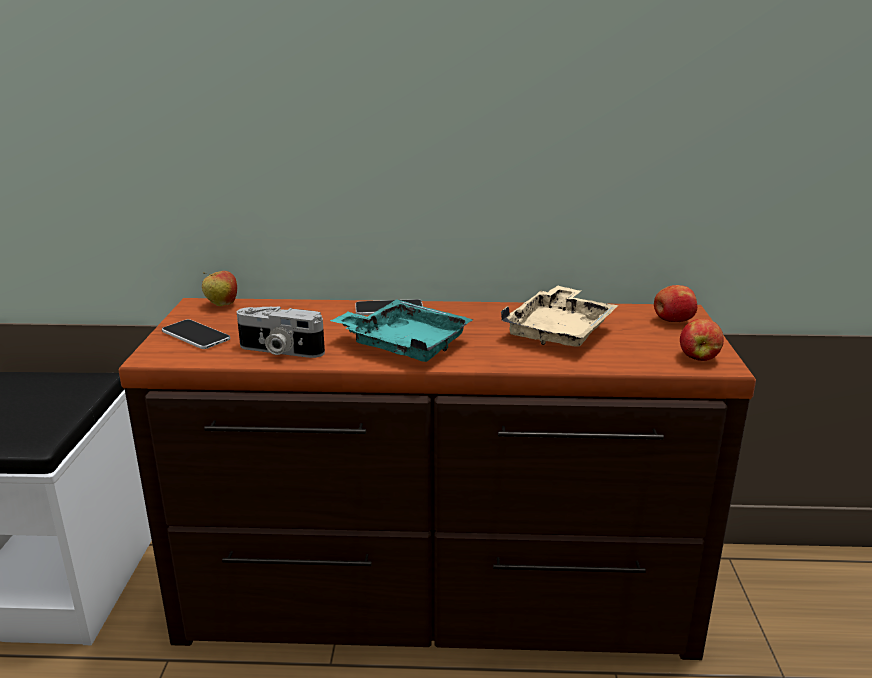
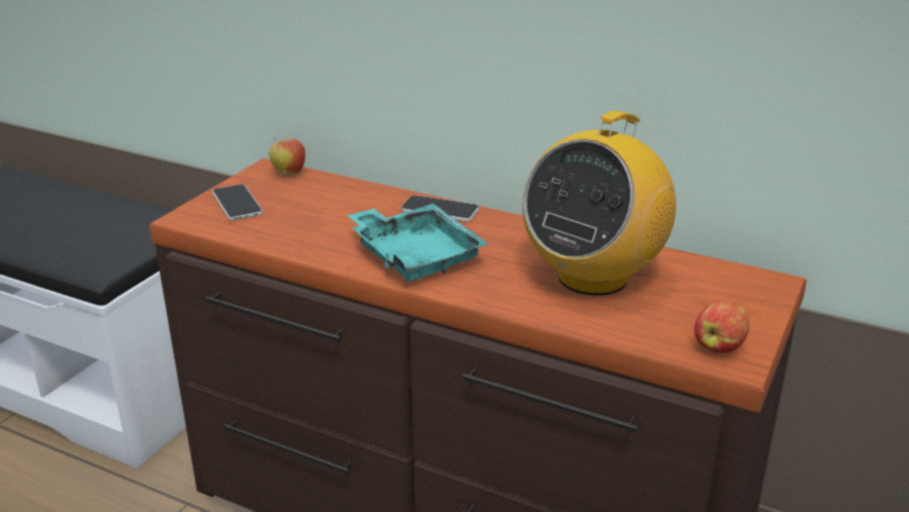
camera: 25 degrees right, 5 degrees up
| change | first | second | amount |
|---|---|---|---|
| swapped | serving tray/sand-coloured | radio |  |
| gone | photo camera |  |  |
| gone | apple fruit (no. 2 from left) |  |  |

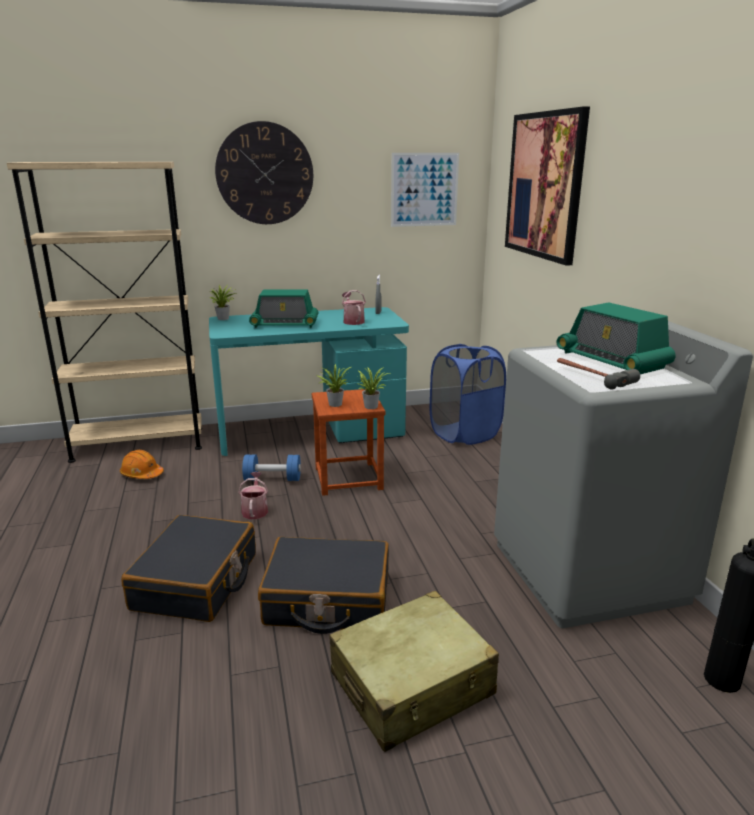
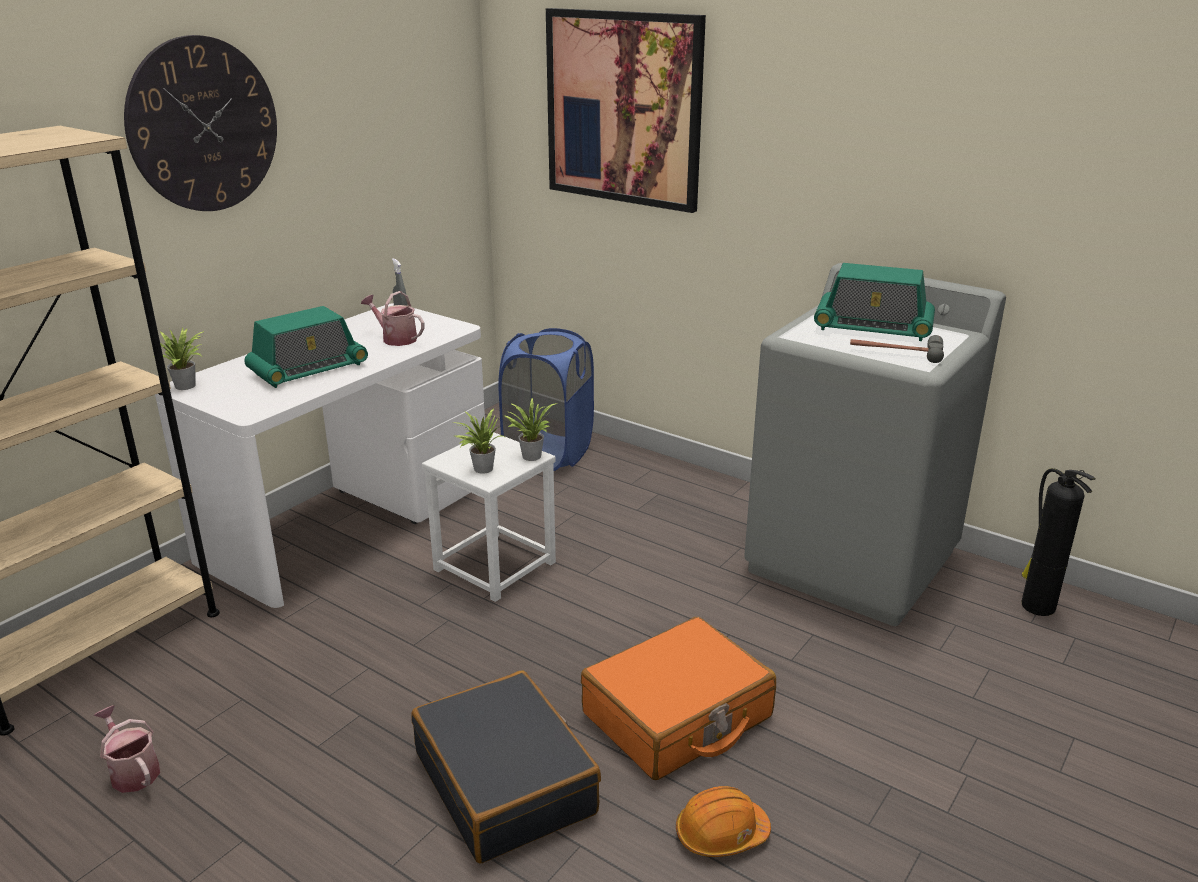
camera: 40 degrees left, 5 degrees up
| change | first | second | amount |
|---|---|---|---|
| shifted | sprinkling can (no. 1 from left) |  |  |
| repainted | desk unit/blue-green | desk unit/white |  |
| repainted | stool seat/brown | stool seat/white |  |
| repainted | travel case/black-coloured (no. 2 from left) | travel case/orange-coloured |  |
| shifted | hard hat/orange-coloured |  |  |
| gone | dumbbell/blue |  |  |
| gone | travel case/sand-coloured |  |  |
| gone | wall art (no. 1 from left) |  |  |

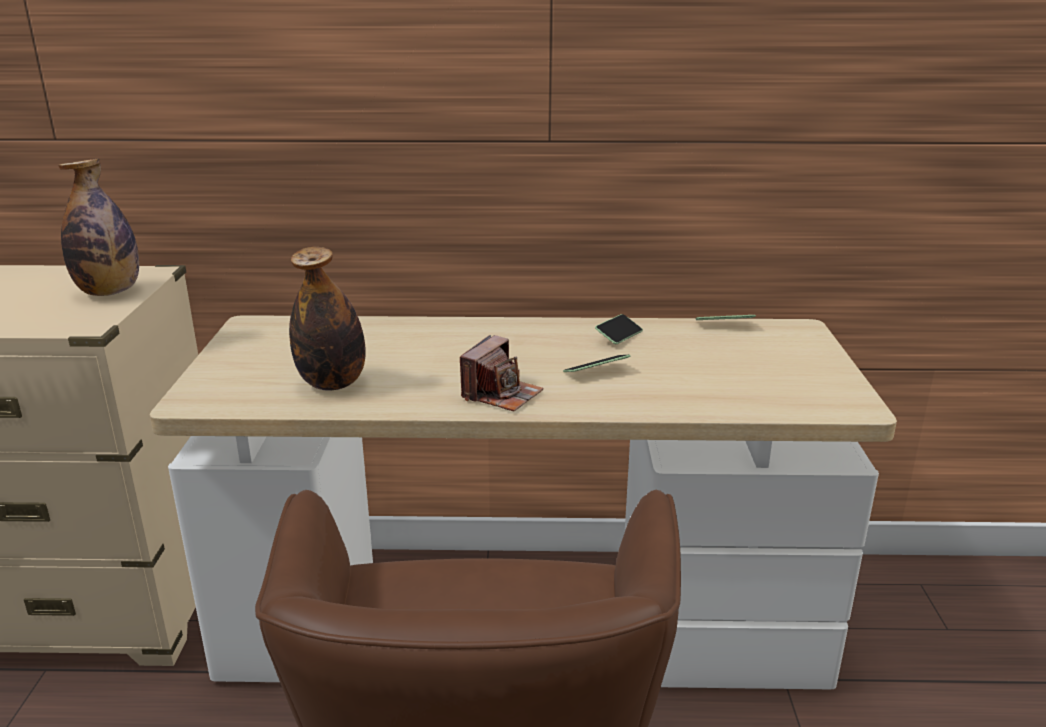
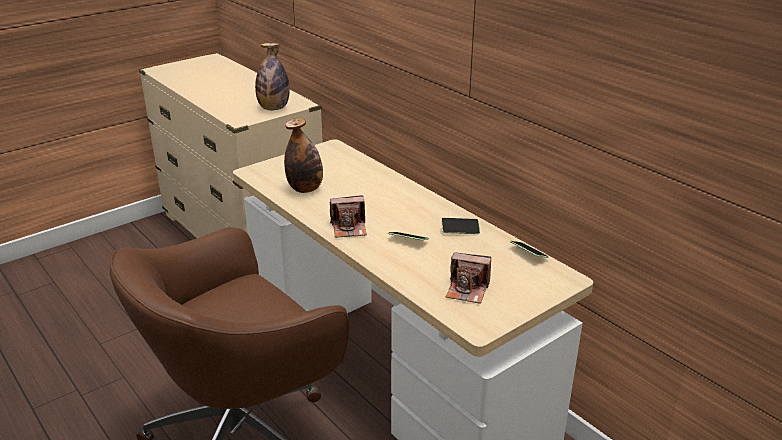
camera: 50 degrees right, 5 degrees up
| change | first | second | amount |
|---|---|---|---|
| new |  | photo camera (no. 2 from left) |  |

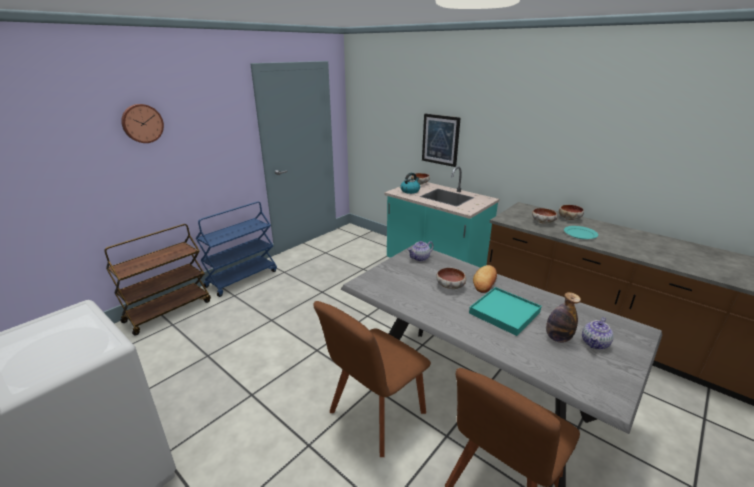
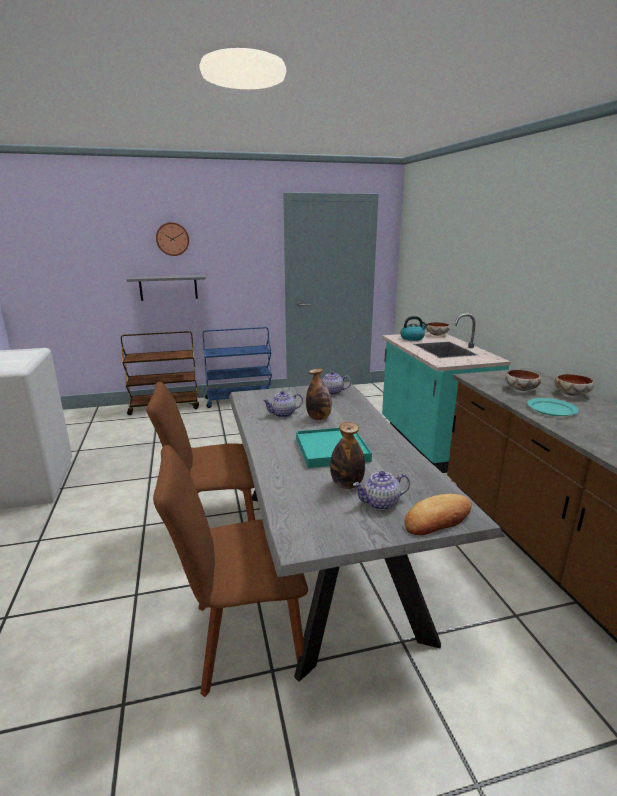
camera: 35 degrees right, 5 degrees down
| change | first | second | amount |
|---|---|---|---|
| new |  | shelf/gray |  |
| new |  | pot for tea (no. 1 from left) |  |
| swapped | serving bowl (no. 2 from left) | drink bottle (no. 1 from left) |  |
| shifted | bakery bread |  |  |
| gone | wall art |  |  |

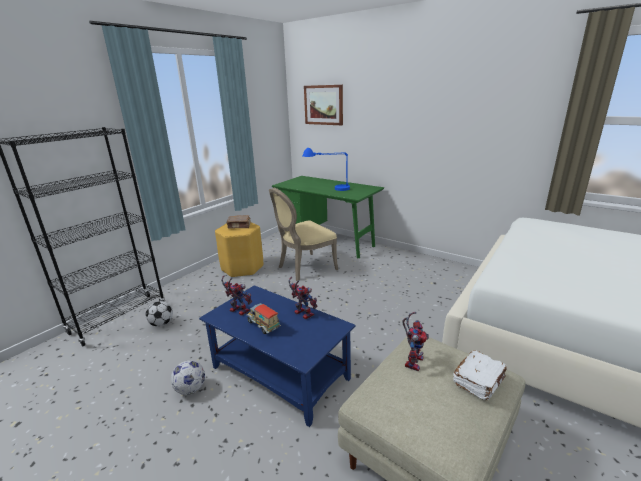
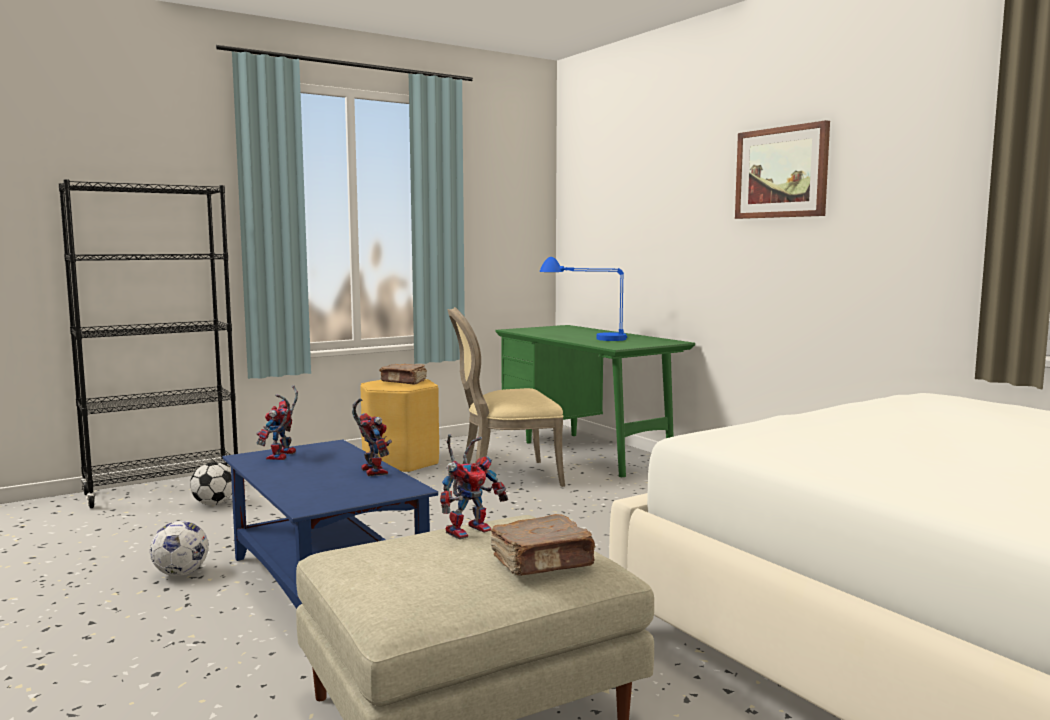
camera: 20 degrees right, 15 degrees down
| change | first | second | amount |
|---|---|---|---|
| rotated | model robot (no. 1 from left) |  | 135 degrees counterclockwise |
| repainted | book/white | book/brown (no. 2 from left) |  |
| shifted | wall art |  |  |
| gone | model truck |  |  |

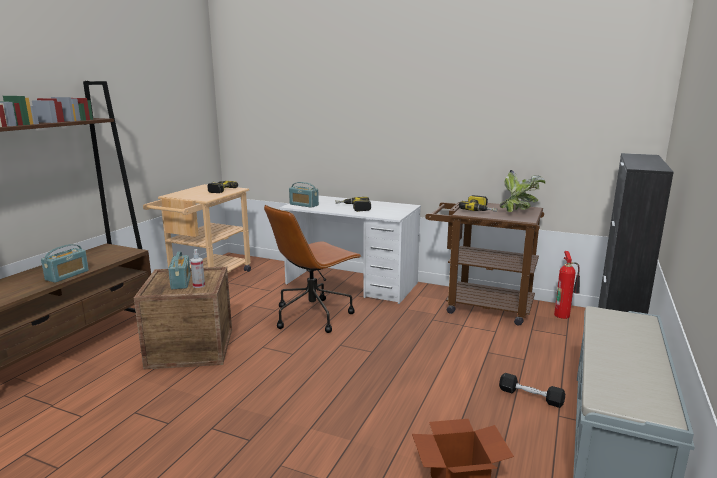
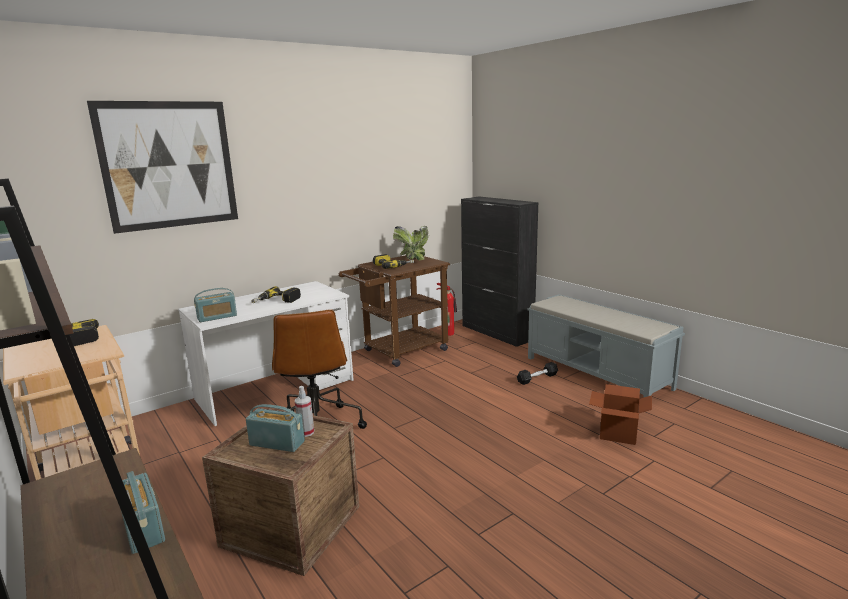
camera: 60 degrees left, 0 degrees up
| change | first | second | amount |
|---|---|---|---|
| new |  | wall art |  |

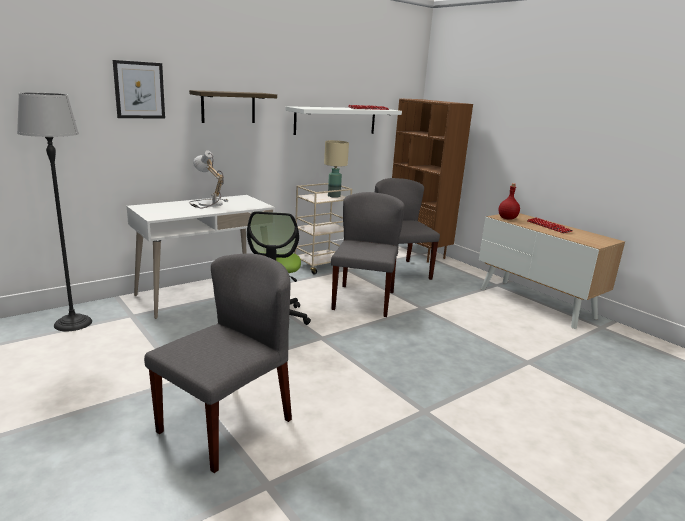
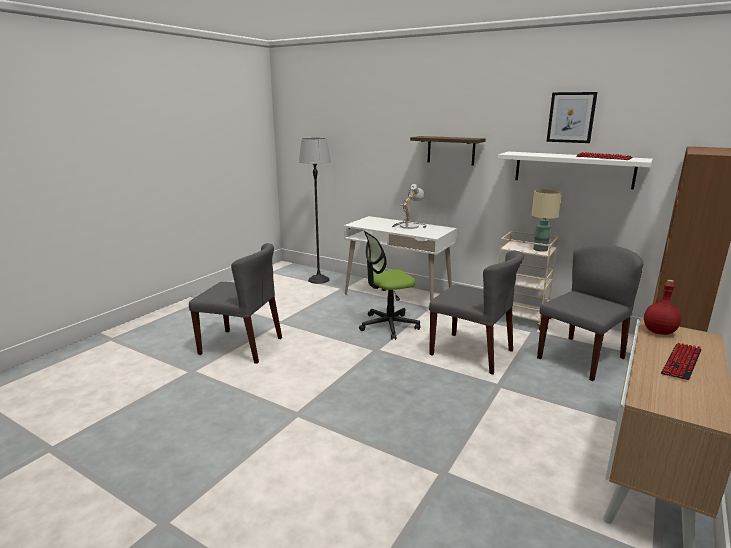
camera: 70 degrees right, 0 degrees up
| change | first | second | amount |
|---|---|---|---|
| rotated | plain chair/gray (no. 2 from left) |  | 45 degrees clockwise |
| shifted | wall art |  |  |

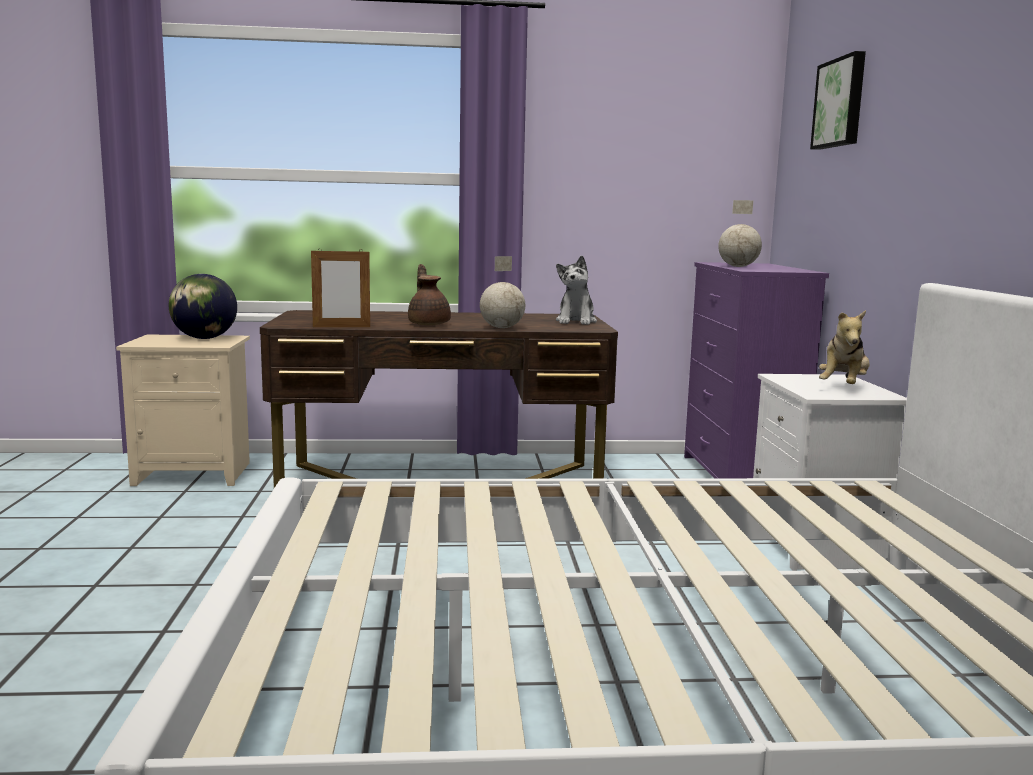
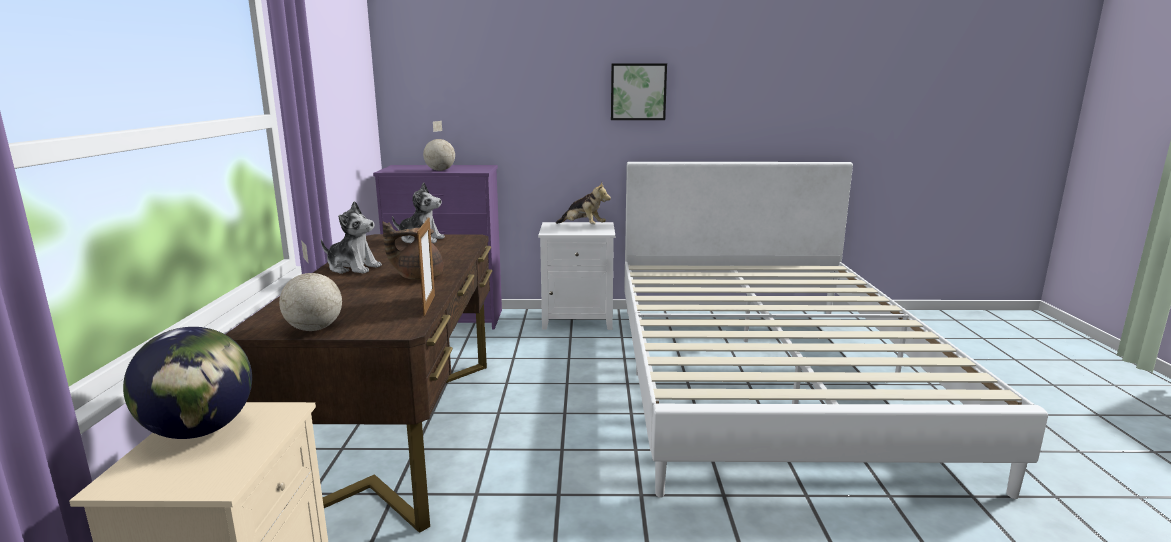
camera: 85 degrees left, 5 degrees up
| change | first | second | amount |
|---|---|---|---|
| shifted | globe (no. 2 from left) |  |  |
| new |  | soft toy (no. 1 from left) |  |
| shifted | wall art |  |  |

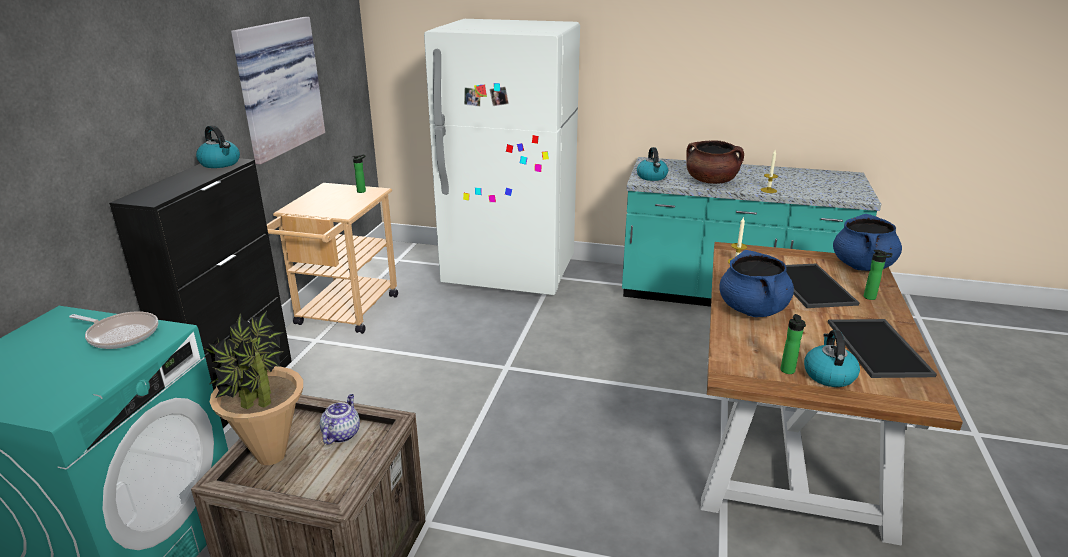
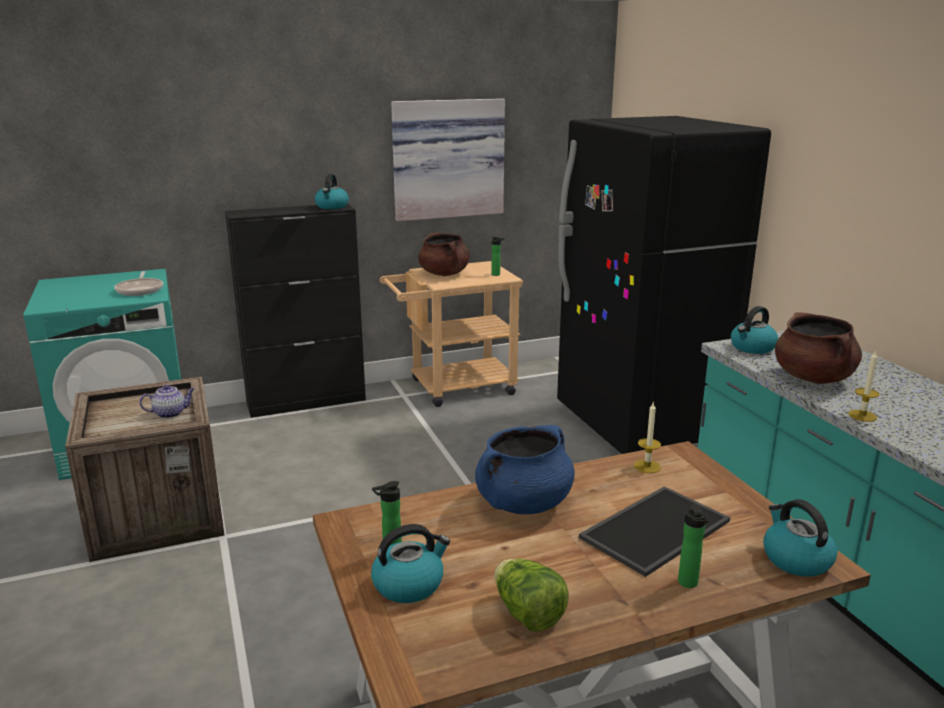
camera: 55 degrees right, 5 degrees down
| change | first | second | amount |
|---|---|---|---|
| new |  | saucepot/brown (no. 1 from left) |  |
| swapped | serving tray (no. 2 from left) | head of lettuce |  |
| repainted | fridge/white | fridge/black-coloured |  |
| swapped | saucepot/blue (no. 2 from left) | tea kettle (no. 4 from left) |  |
| gone | plant in a pot |  |  |

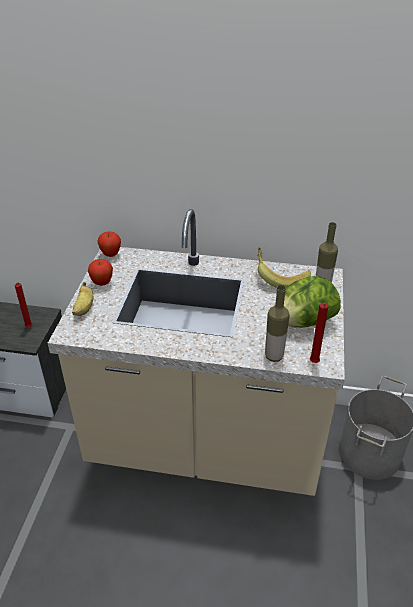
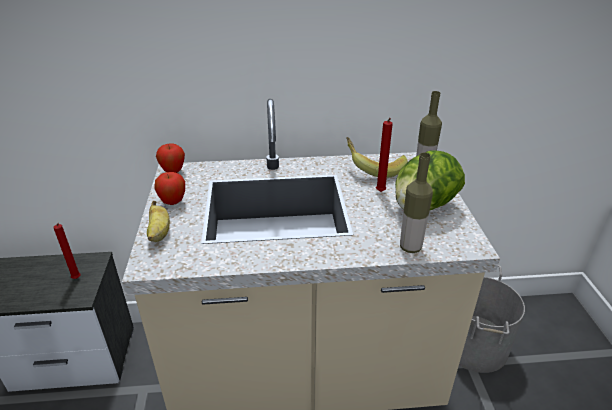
camera: 15 degrees left, 5 degrees down
| change | first | second | amount |
|---|---|---|---|
| shifted | wax light/red (no. 2 from left) |  |  |

